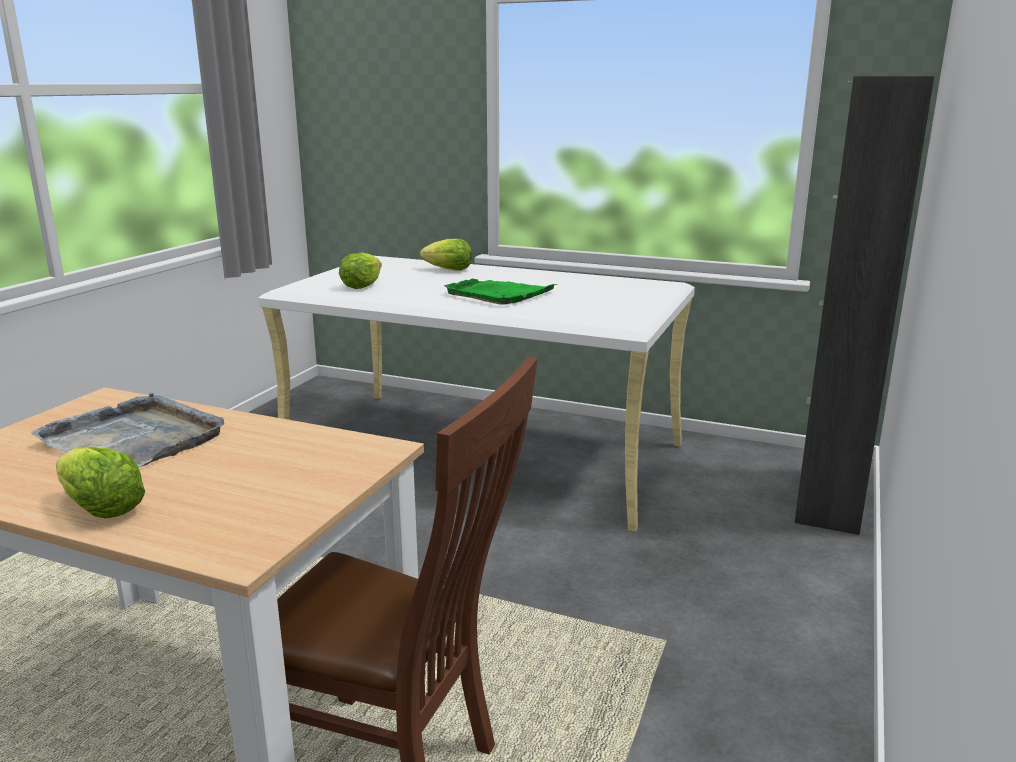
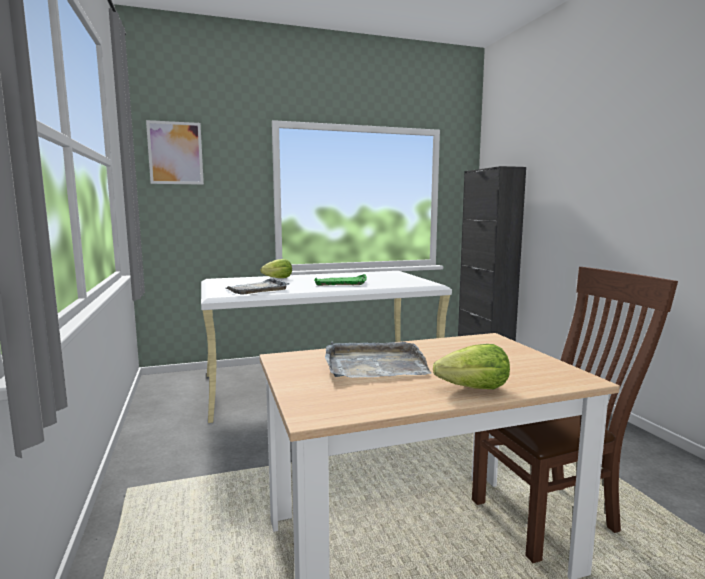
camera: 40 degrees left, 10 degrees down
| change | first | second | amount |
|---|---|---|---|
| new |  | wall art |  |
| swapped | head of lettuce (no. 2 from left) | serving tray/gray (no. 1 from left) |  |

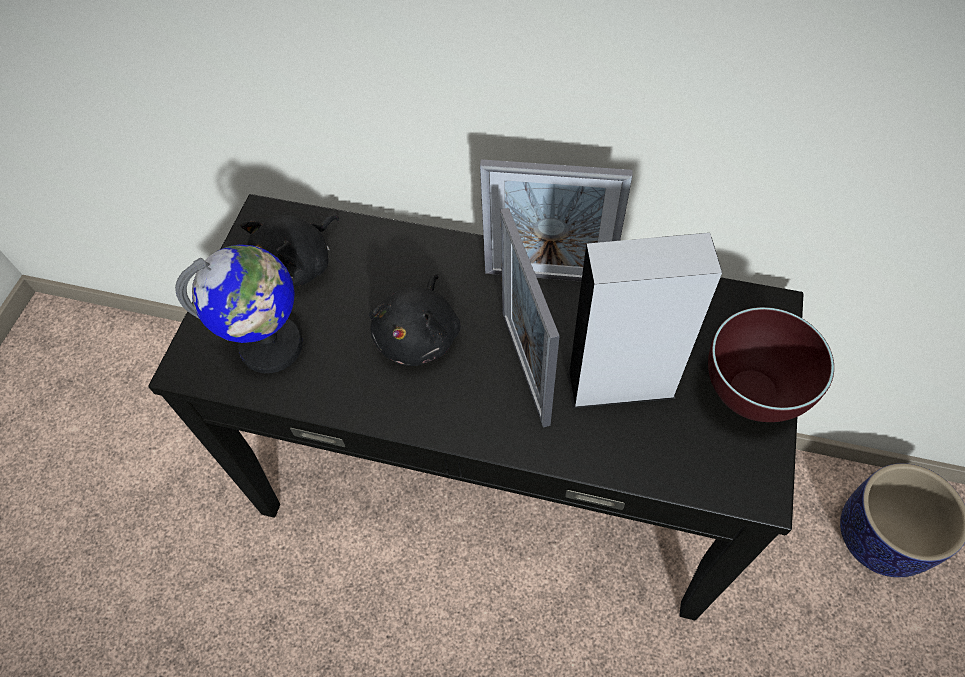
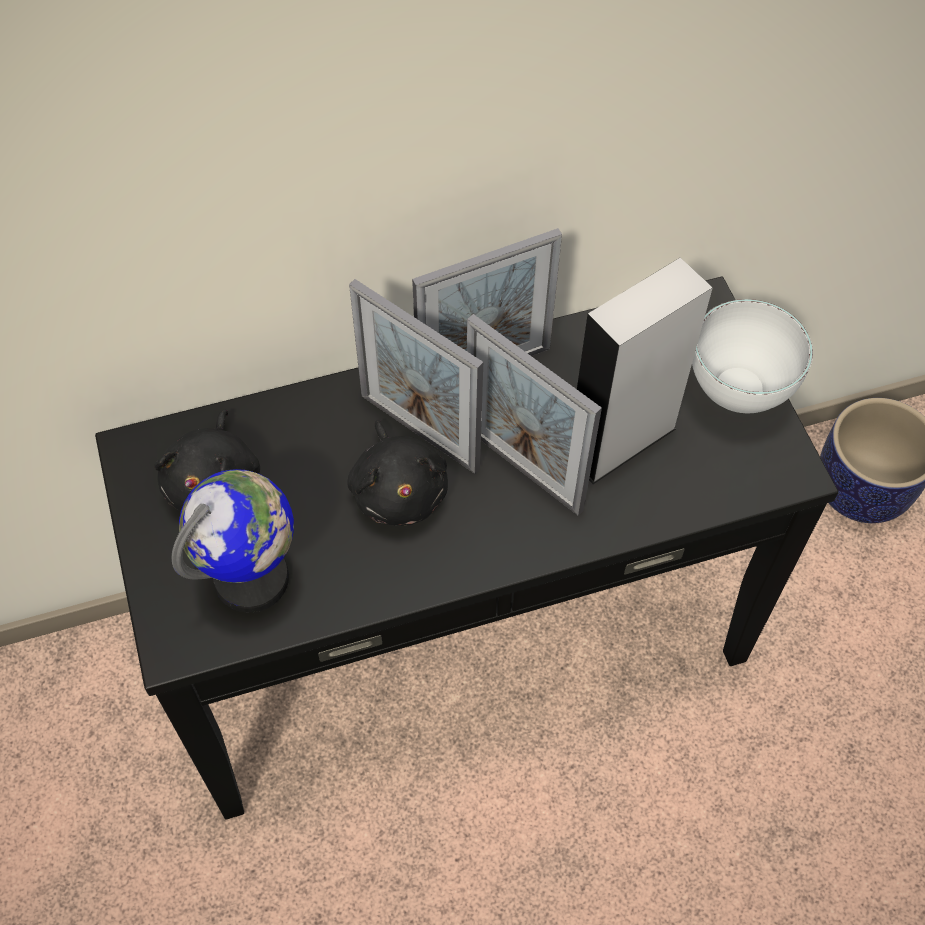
camera: 35 degrees left, 0 degrees up
| change | first | second | amount |
|---|---|---|---|
| new |  | photo frame (no. 1 from left) |  |
| repainted | serving bowl/brown | serving bowl/white |  |

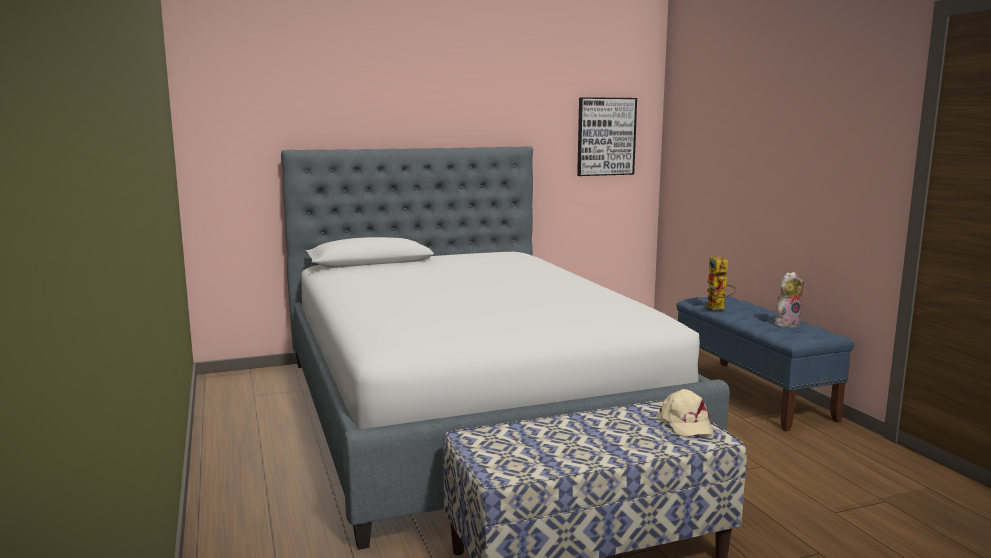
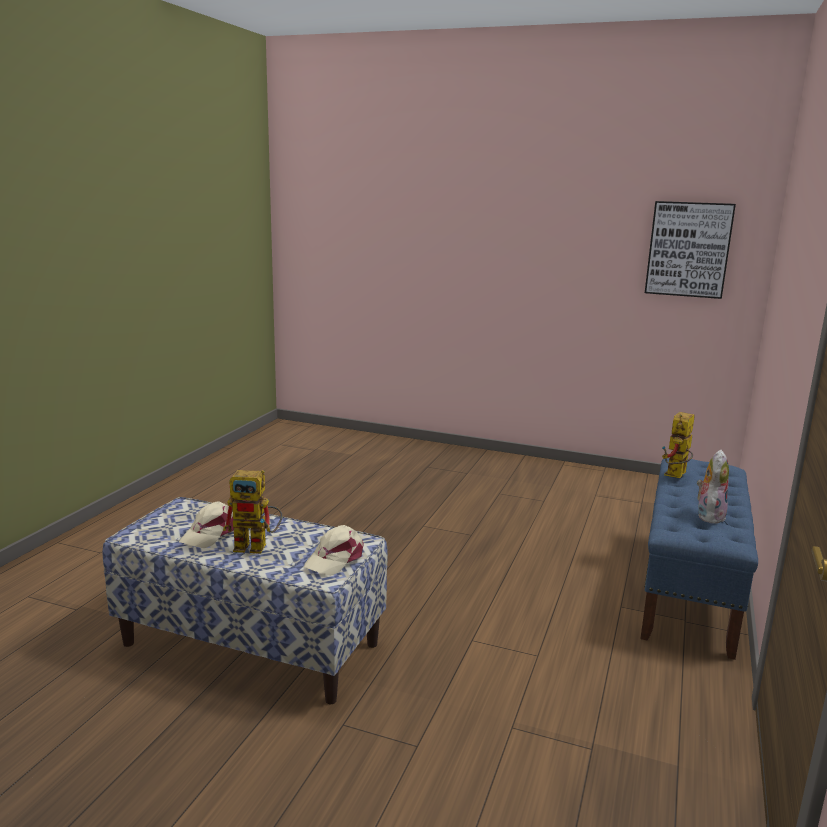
camera: 40 degrees right, 5 degrees up
| change | first | second | amount |
|---|---|---|---|
| new |  | cap/sand-coloured (no. 1 from left) |  |
| new |  | model robot (no. 1 from left) |  |
| rotated | soft toy |  | 75 degrees counterclockwise |
| gone | bed |  |  |

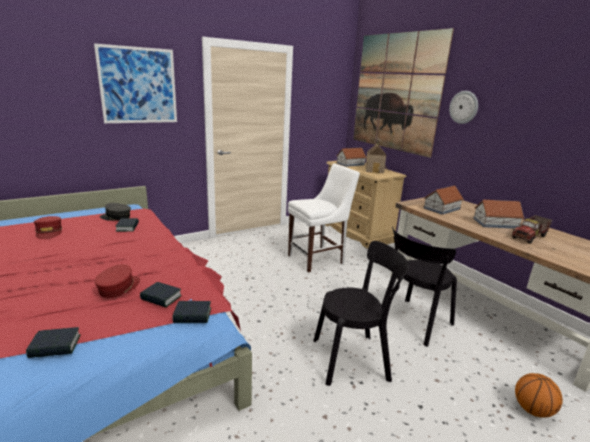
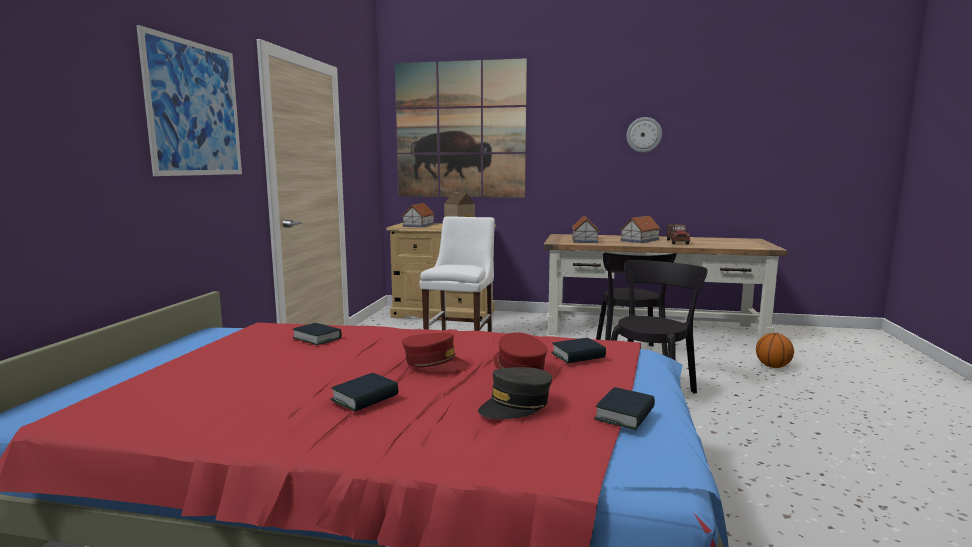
camera: 45 degrees left, 10 degrees down
| change | first | second | amount |
|---|---|---|---|
| shifted | book (no. 4 from left in the first image) | book (no. 2 from left) |  |
| shifted | cap/red (no. 1 from left) |  |  |
| shifted | cap/gray |  |  |
| shifted | clock on the wall |  |  |

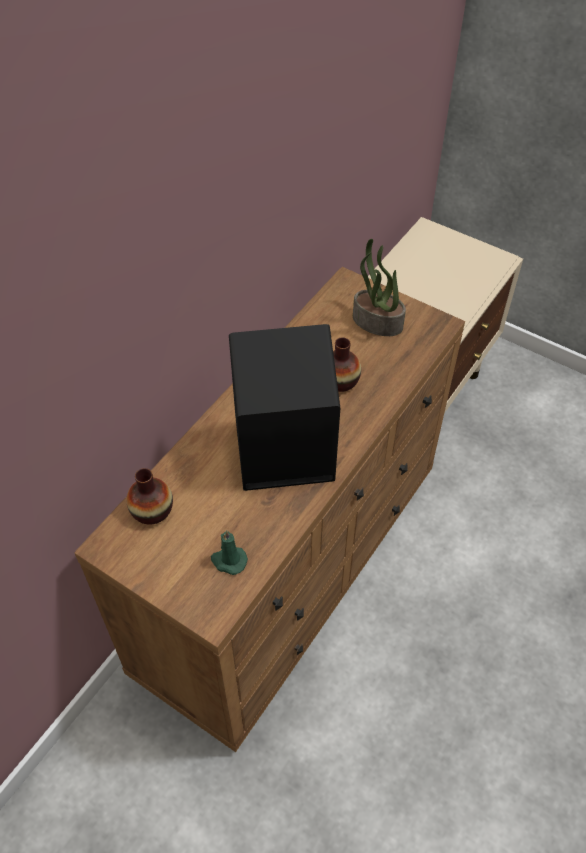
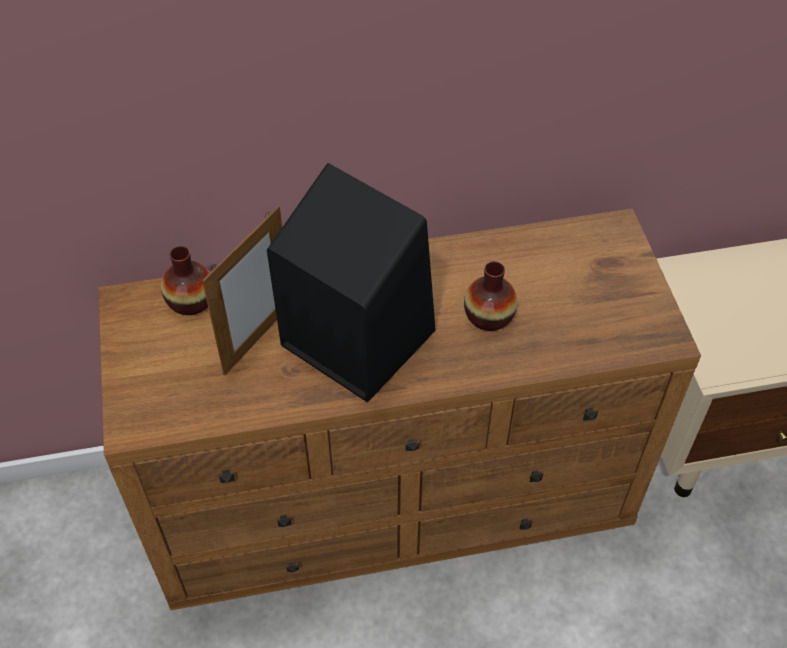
camera: 45 degrees right, 0 degrees up
| change | first | second | amount |
|---|---|---|---|
| new |  | photo frame |  |
| gone | wax light/green-coloured |  |  |
| gone | plant in a pot |  |  |

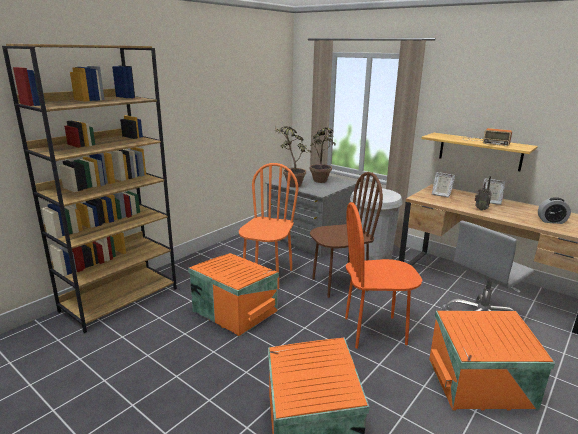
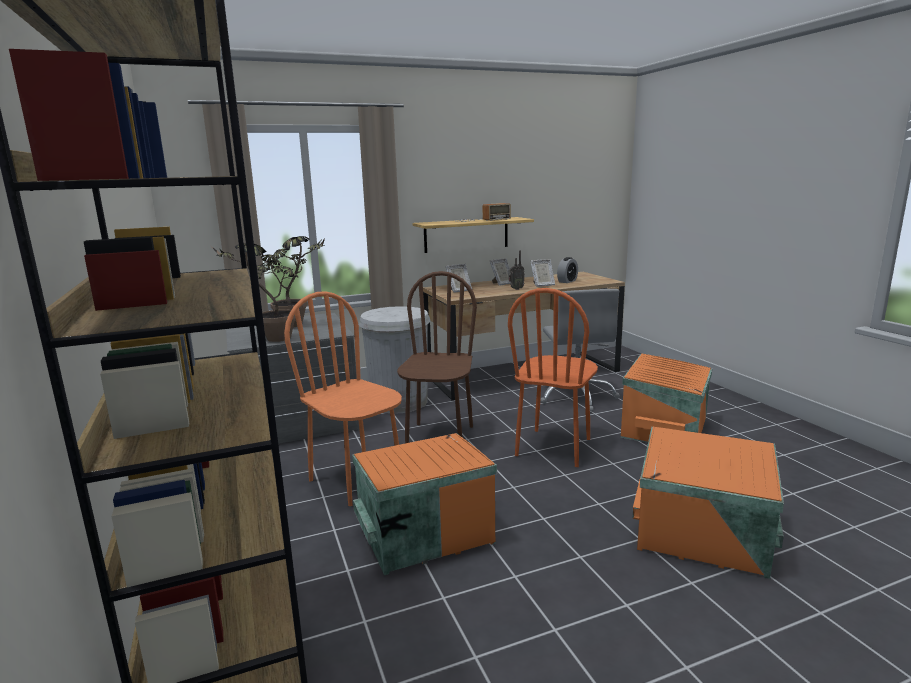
camera: 60 degrees left, 5 degrees down
| change | first | second | amount |
|---|---|---|---|
| new |  | photo frame (no. 3 from left) |  |

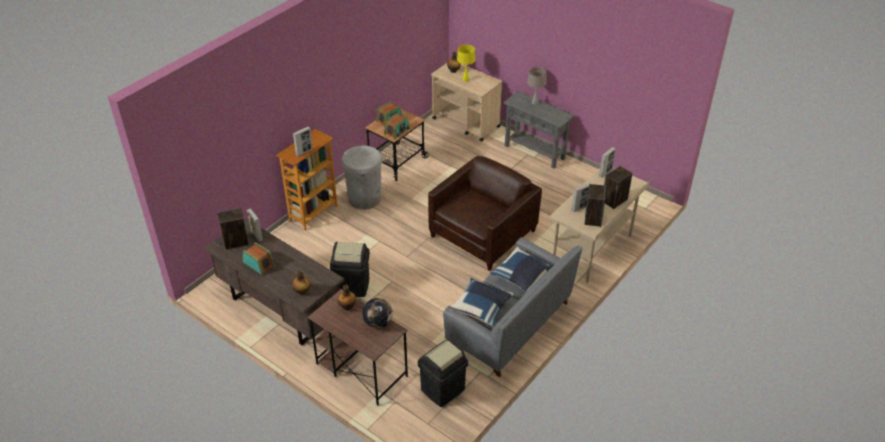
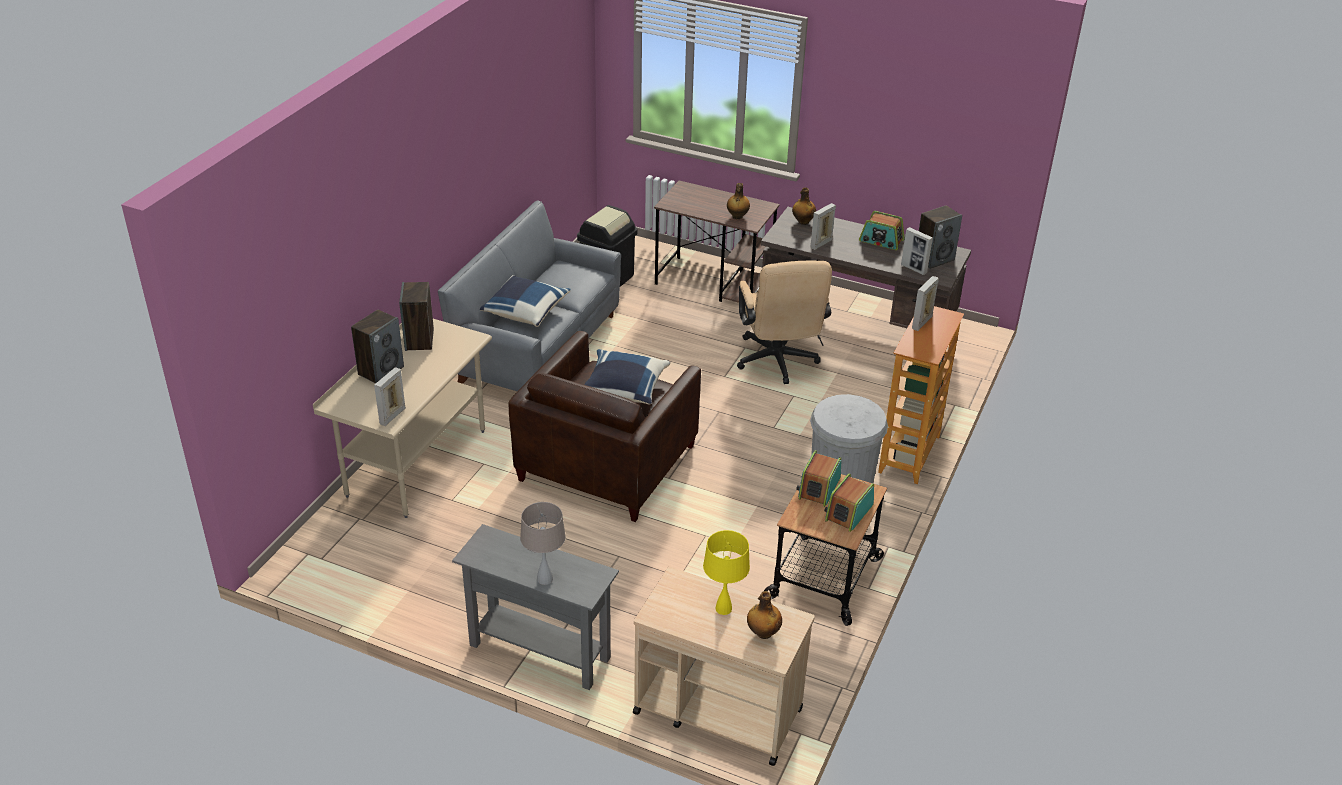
camera: 165 degrees right, 5 degrees down
| change | first | second | amount |
|---|---|---|---|
| shifted | pillow/blue (no. 1 from left in the first image) | pillow/blue (no. 2 from left) |  |
| swapped | rubbish bin/black-coloured (no. 1 from left) | computer chair/sand-coloured |  |
| shifted | photo frame (no. 3 from left in the first image) | photo frame (no. 2 from left) |  |
| gone | globe |  |  |

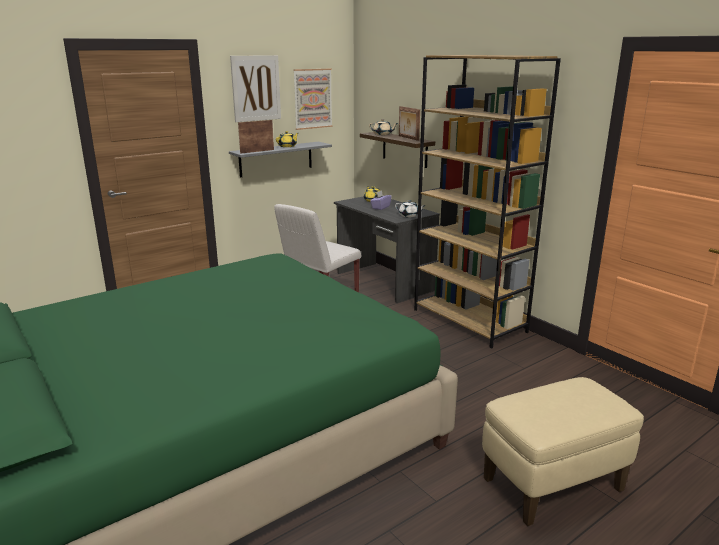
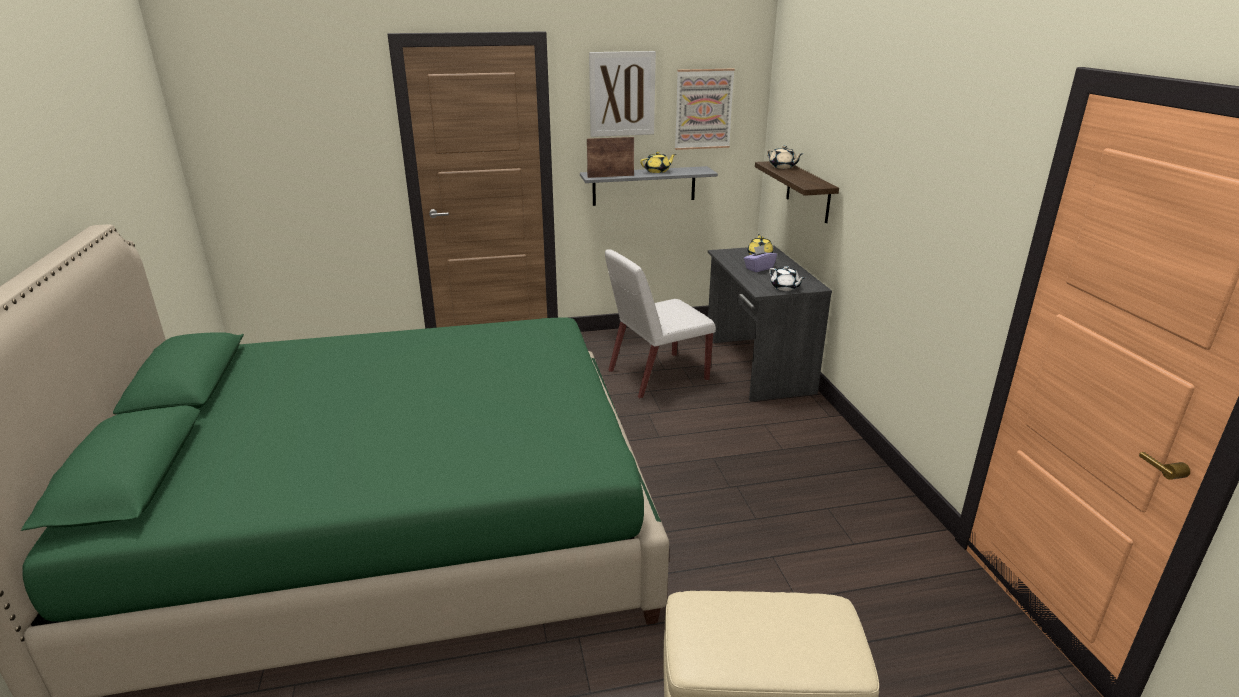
camera: 25 degrees right, 5 degrees up
| change | first | second | amount |
|---|---|---|---|
| gone | photo frame (no. 2 from left) |  |  |
| gone | shelving unit/brown |  |  |

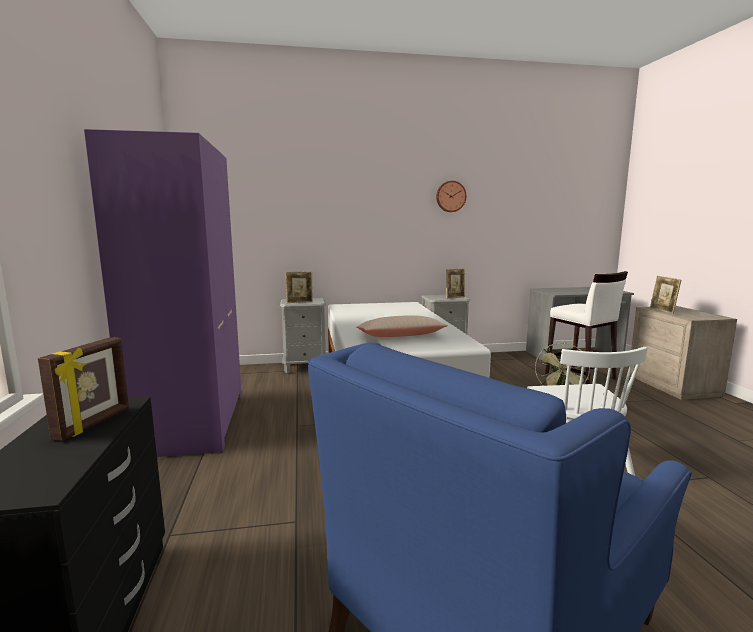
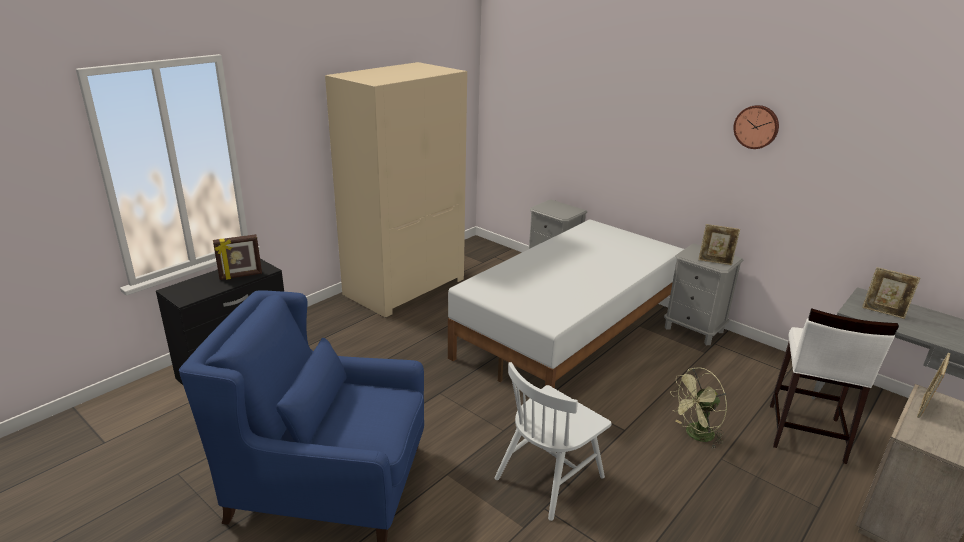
camera: 50 degrees right, 15 degrees up
| change | first | second | amount |
|---|---|---|---|
| repainted | armoire/purple | armoire/sand-coloured |  |
| shifted | photo frame (no. 2 from left in the first image) | photo frame (no. 3 from left) |  |
| gone | pillow/sand-coloured |  |  |

